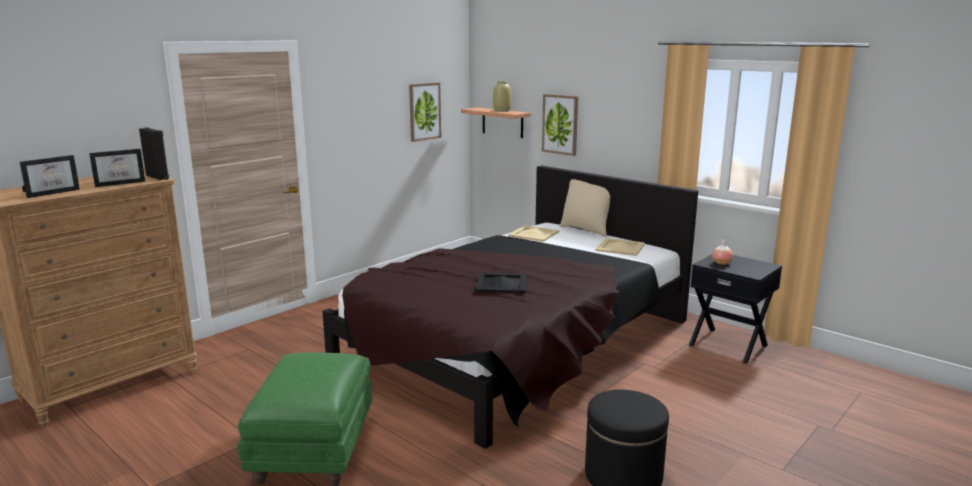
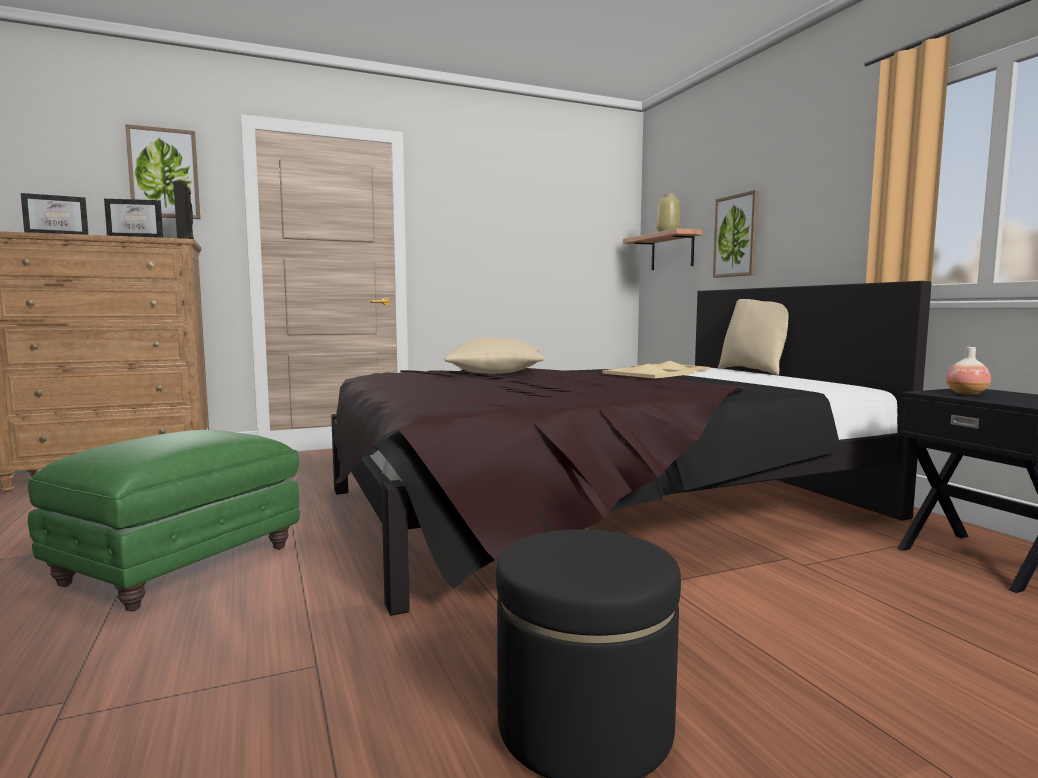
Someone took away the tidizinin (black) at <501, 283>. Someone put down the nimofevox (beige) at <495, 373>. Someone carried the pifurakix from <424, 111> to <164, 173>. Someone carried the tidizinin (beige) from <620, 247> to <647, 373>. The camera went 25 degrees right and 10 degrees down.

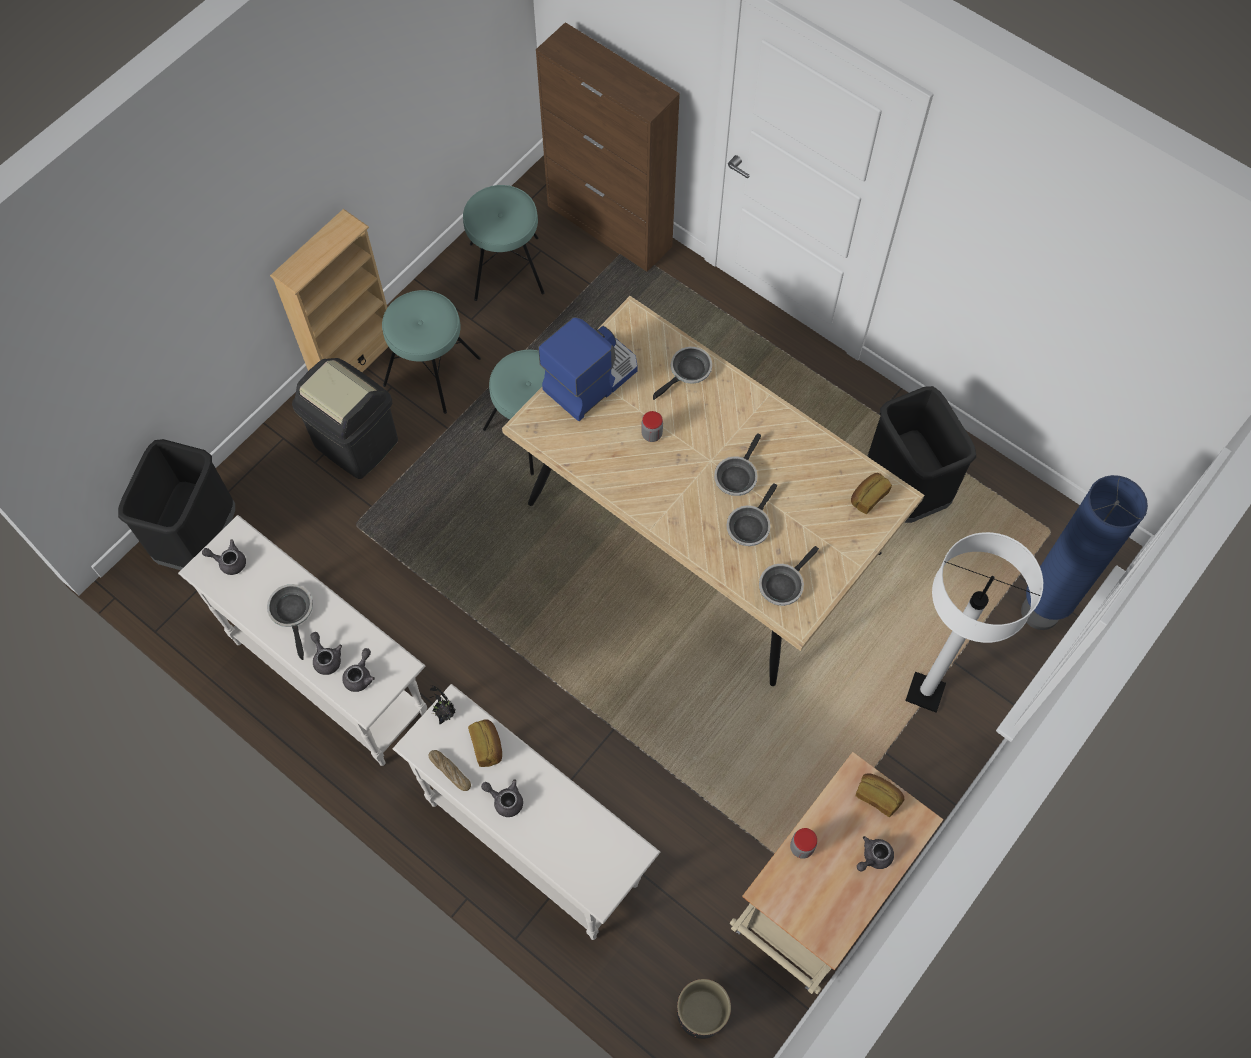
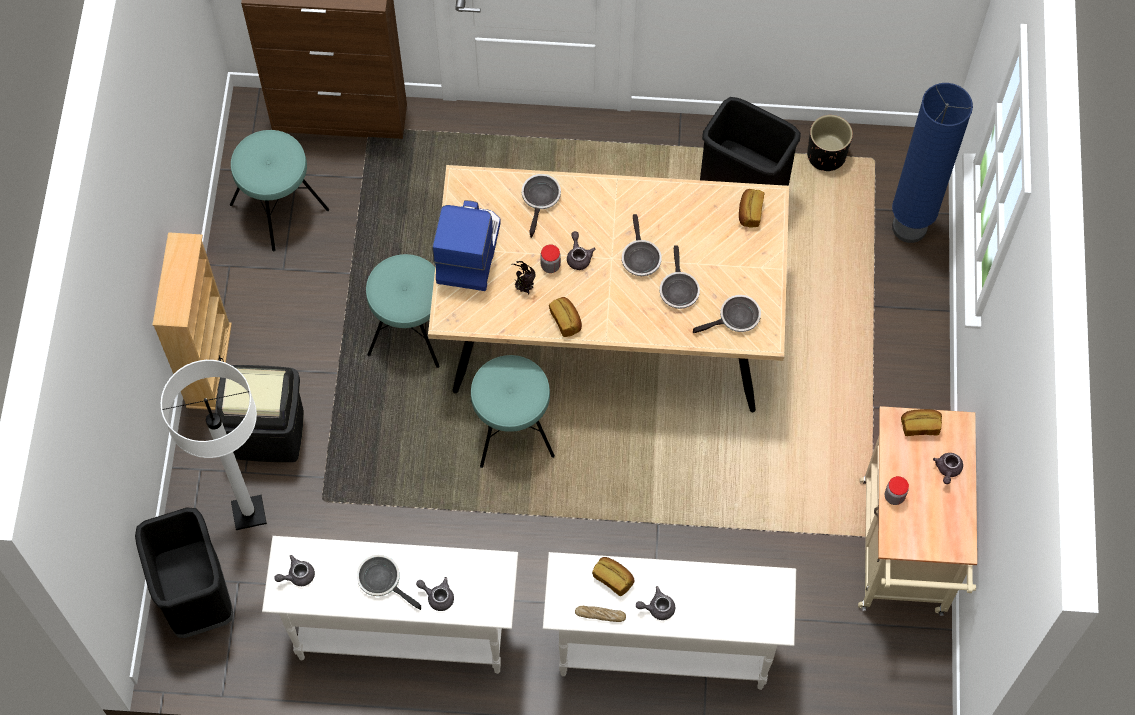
Someone put down the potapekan at <566, 320>. Someone carried the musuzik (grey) from <360, 675> to <578, 256>. Someone carried the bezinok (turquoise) from <432, 371> to <512, 428>. Someone carried the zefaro from <444, 712> to <523, 288>. Someone carried the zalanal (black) from <701, 1013> to <826, 155>. Someone carried the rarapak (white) from <925, 692> to <249, 513>. Someone rotated the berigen at <783, 584> by 120 degrees counterclockwise. The camera went 35 degrees left and 0 degrees up.

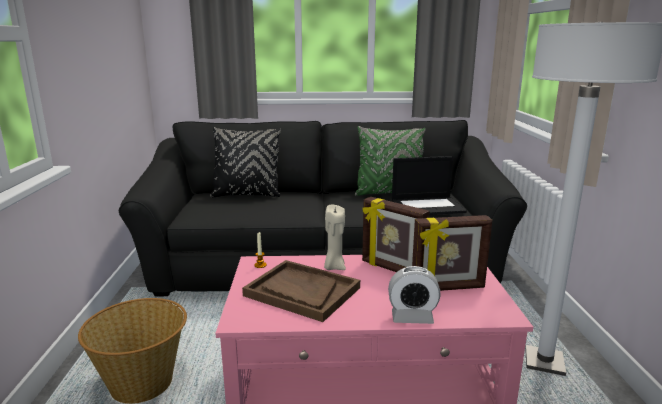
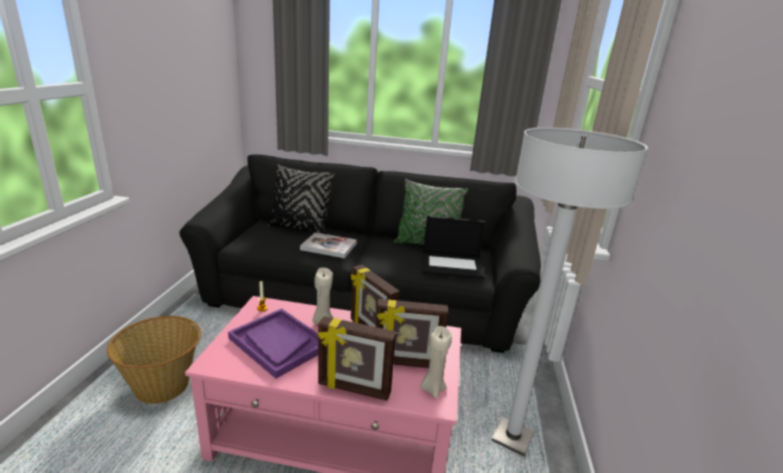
Someone put down the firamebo at <329, 247>. Someone put down the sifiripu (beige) at <432, 388>. Someone swapped the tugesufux at <412, 318> for the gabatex at <353, 389>. Someone repainted the tidizinin (brown) at <302, 292>, which became the tidizinin (purple) at <278, 343>. The camera went 10 degrees right and 5 degrees up.

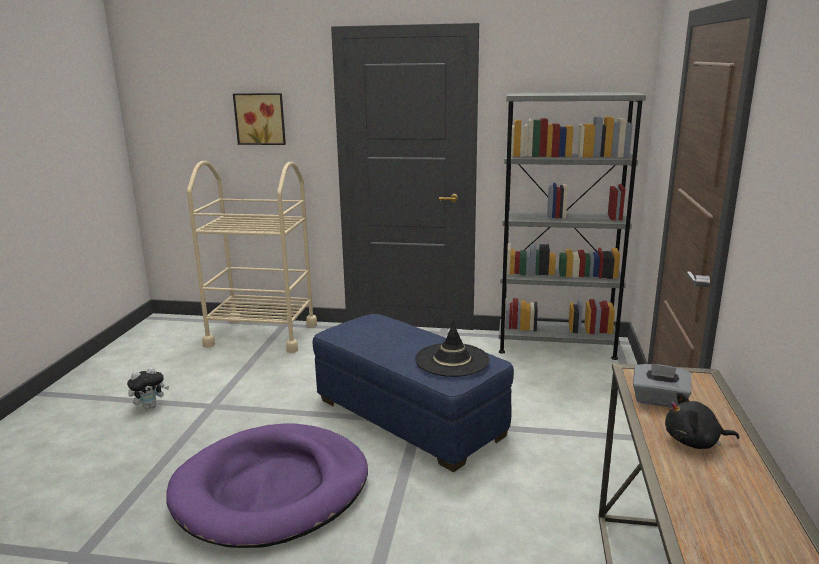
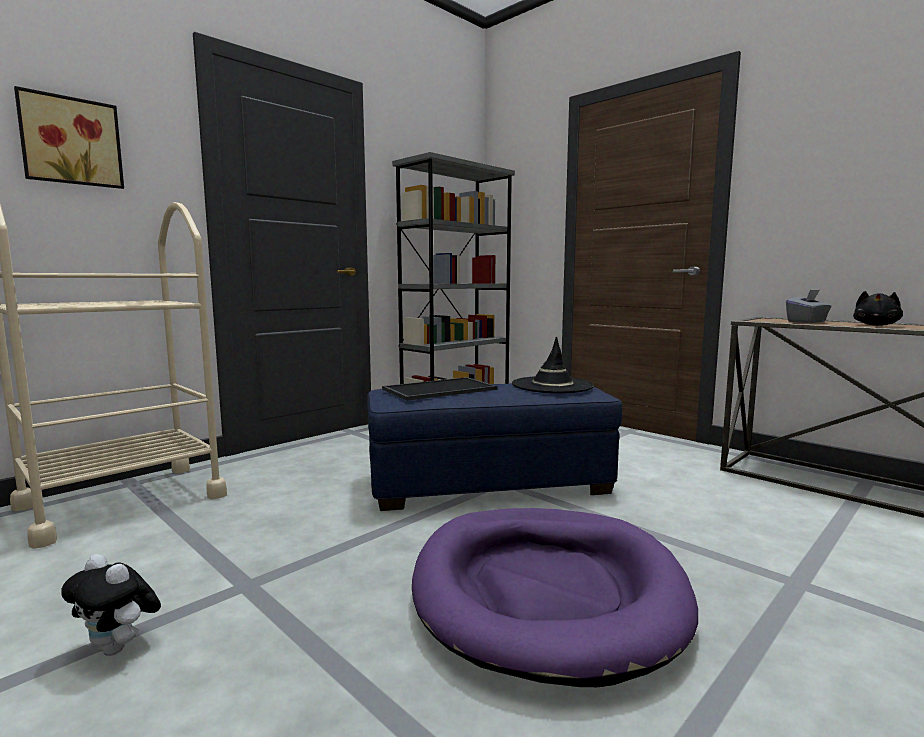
Someone put down the tidizinin at <439, 390>. Someone rotated the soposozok at <150, 406> by 120 degrees clockwise. The camera went 55 degrees left and 10 degrees down.

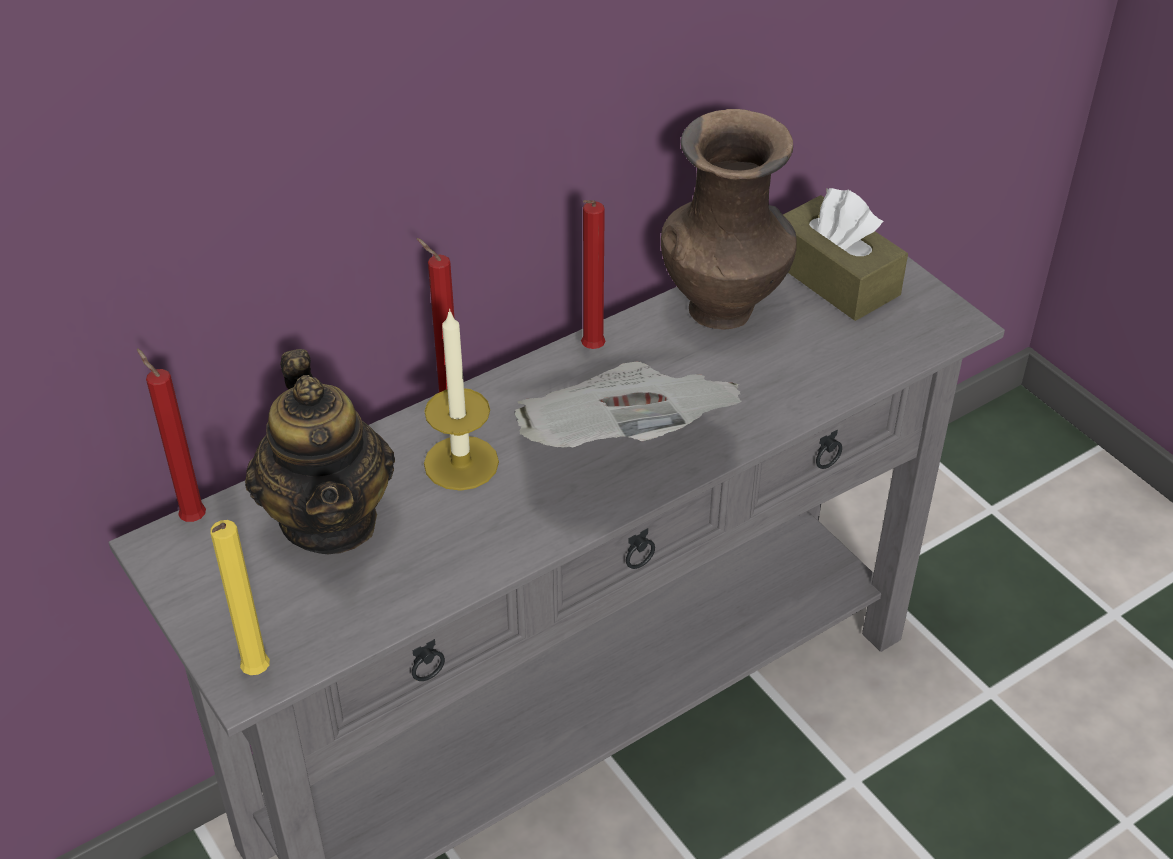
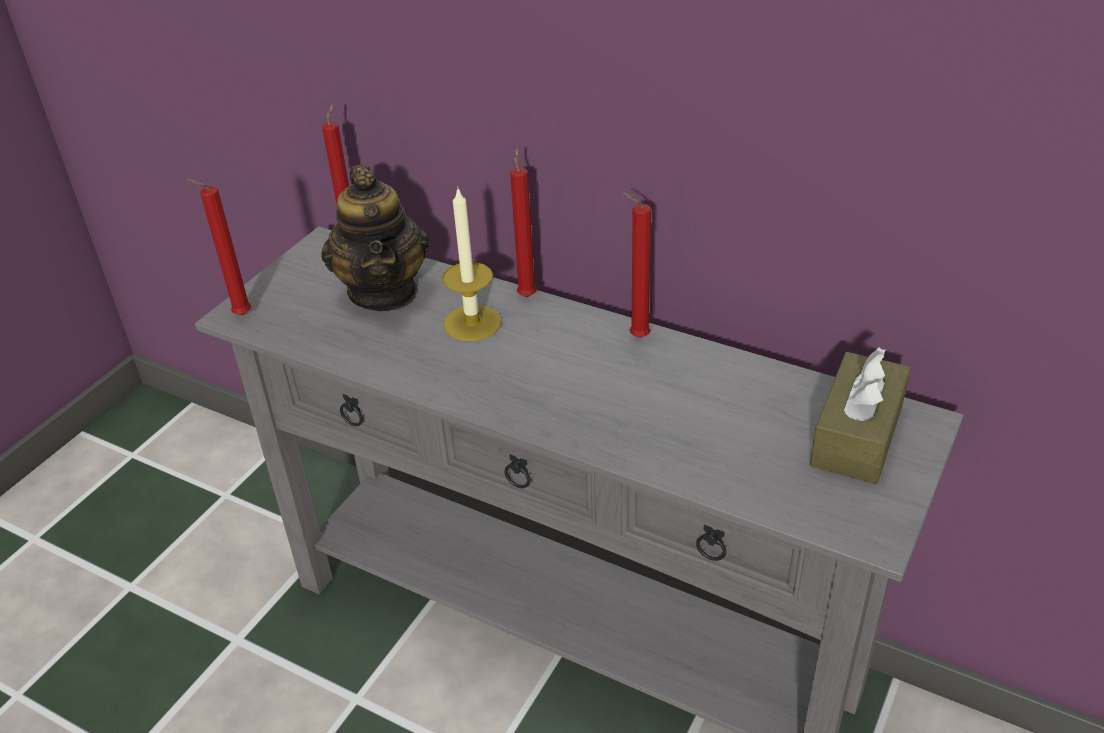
Someone took away the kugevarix at <623, 446>. Someone took away the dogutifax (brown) at <724, 307>. Someone repainted the sifiripu (yellow) at <255, 675>, which became the sifiripu (red) at <239, 315>. Someone rotated the musuzik at <330, 519> by 60 degrees counterclockwise. The camera went 65 degrees right and 5 degrees down.

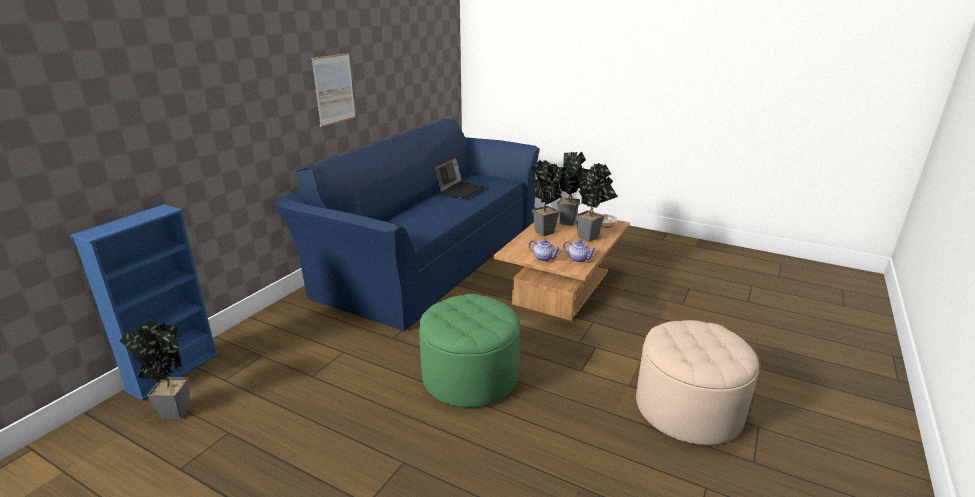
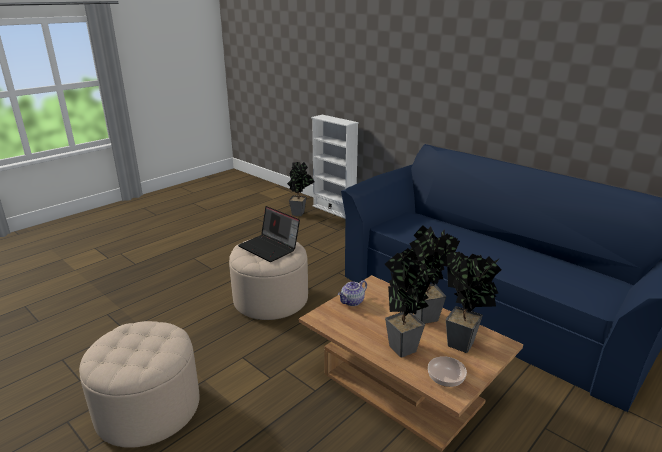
Someone took away the pifurakix at <334, 89>. Someone took away the musuzik at <579, 259>. Someone carried the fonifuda from <460, 190> to <270, 247>. Someone repainted the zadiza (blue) at <174, 372>, which became the zadiza (white) at <334, 210>. Someone repainted the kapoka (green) at <470, 377>, which became the kapoka (beige) at <271, 299>. The camera went 105 degrees right and 0 degrees up.

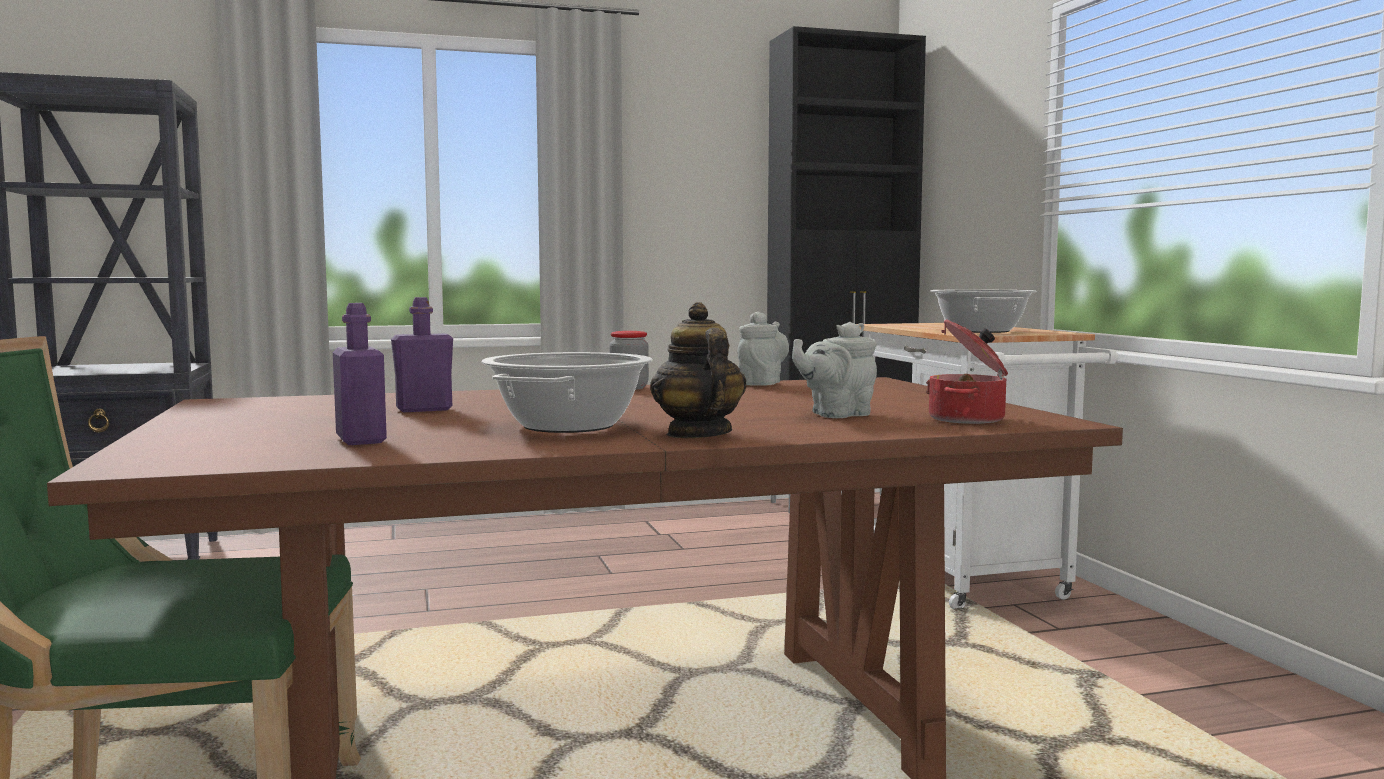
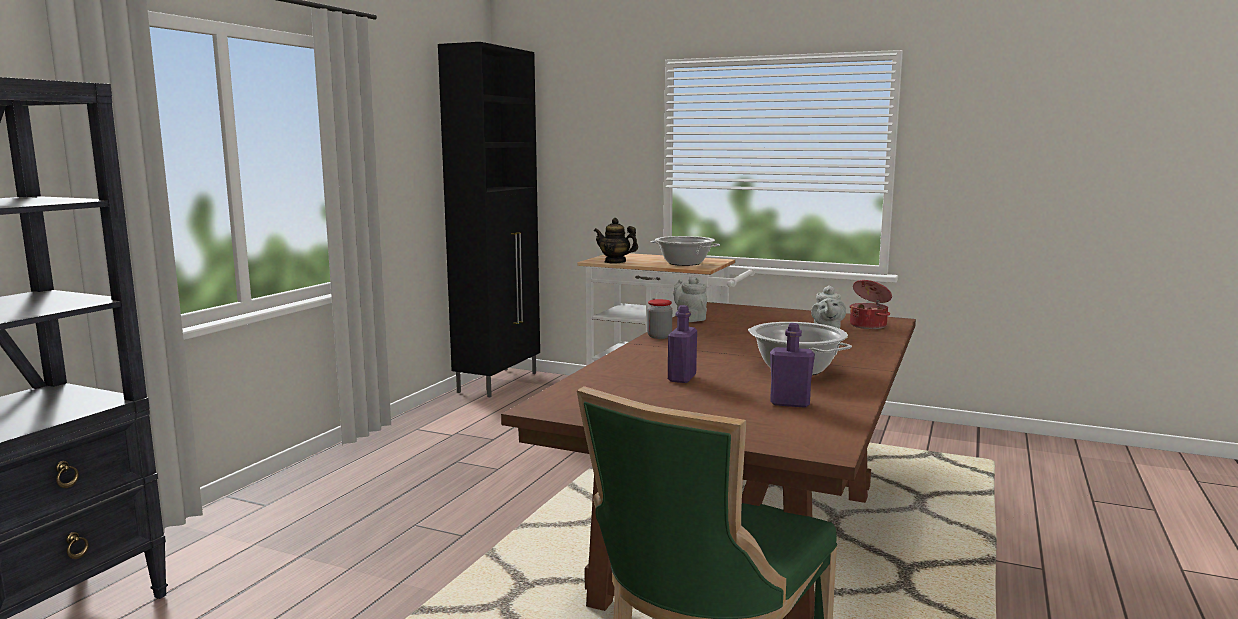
Someone carried the musuzik from <698, 434> to <615, 262>. The camera went 50 degrees left and 5 degrees up.

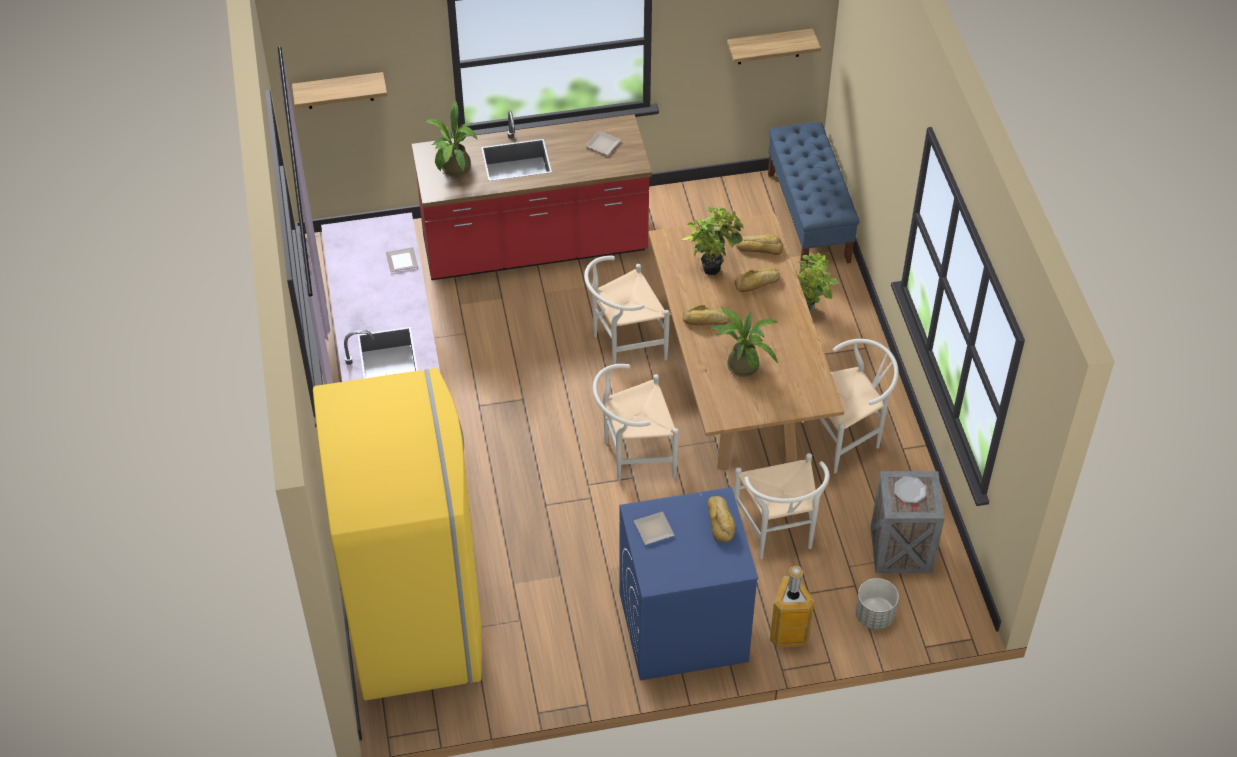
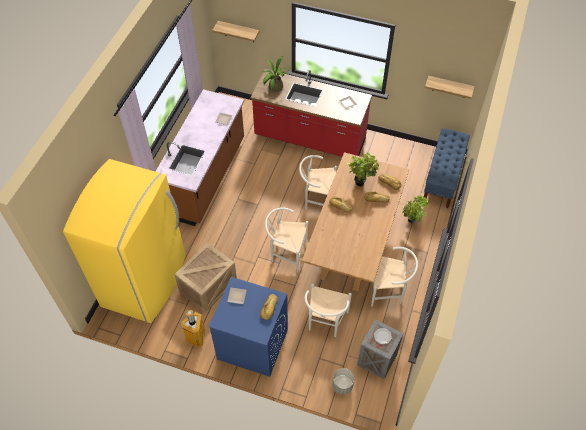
Someone took away the zefaro at <741, 363>. Someone put down the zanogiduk at <208, 285>. Someone carried the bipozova from <788, 632> to <197, 337>. The camera went 30 degrees right and 5 degrees up.

